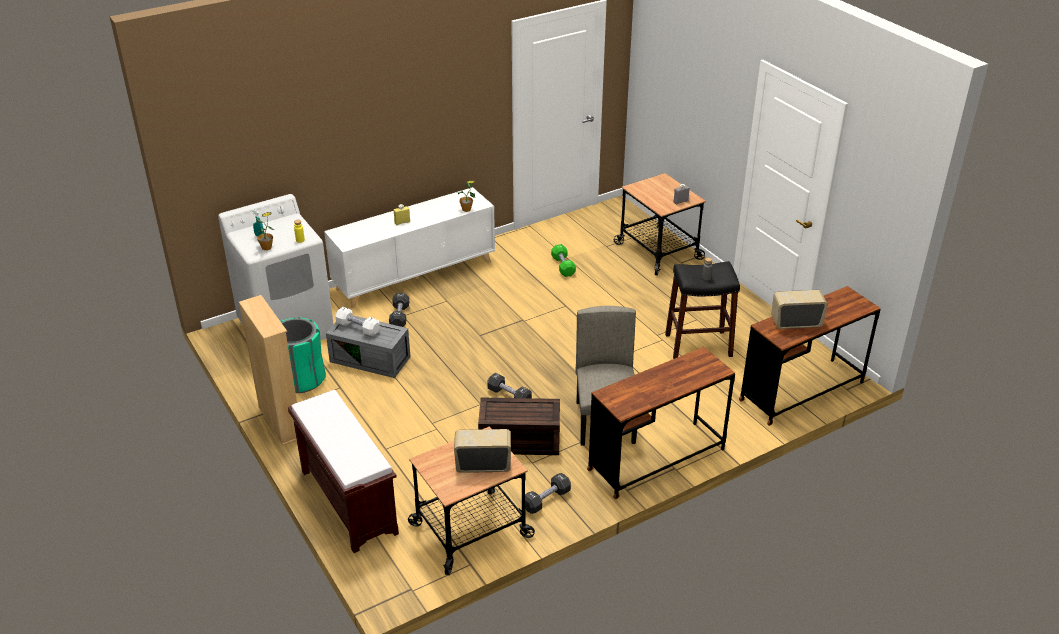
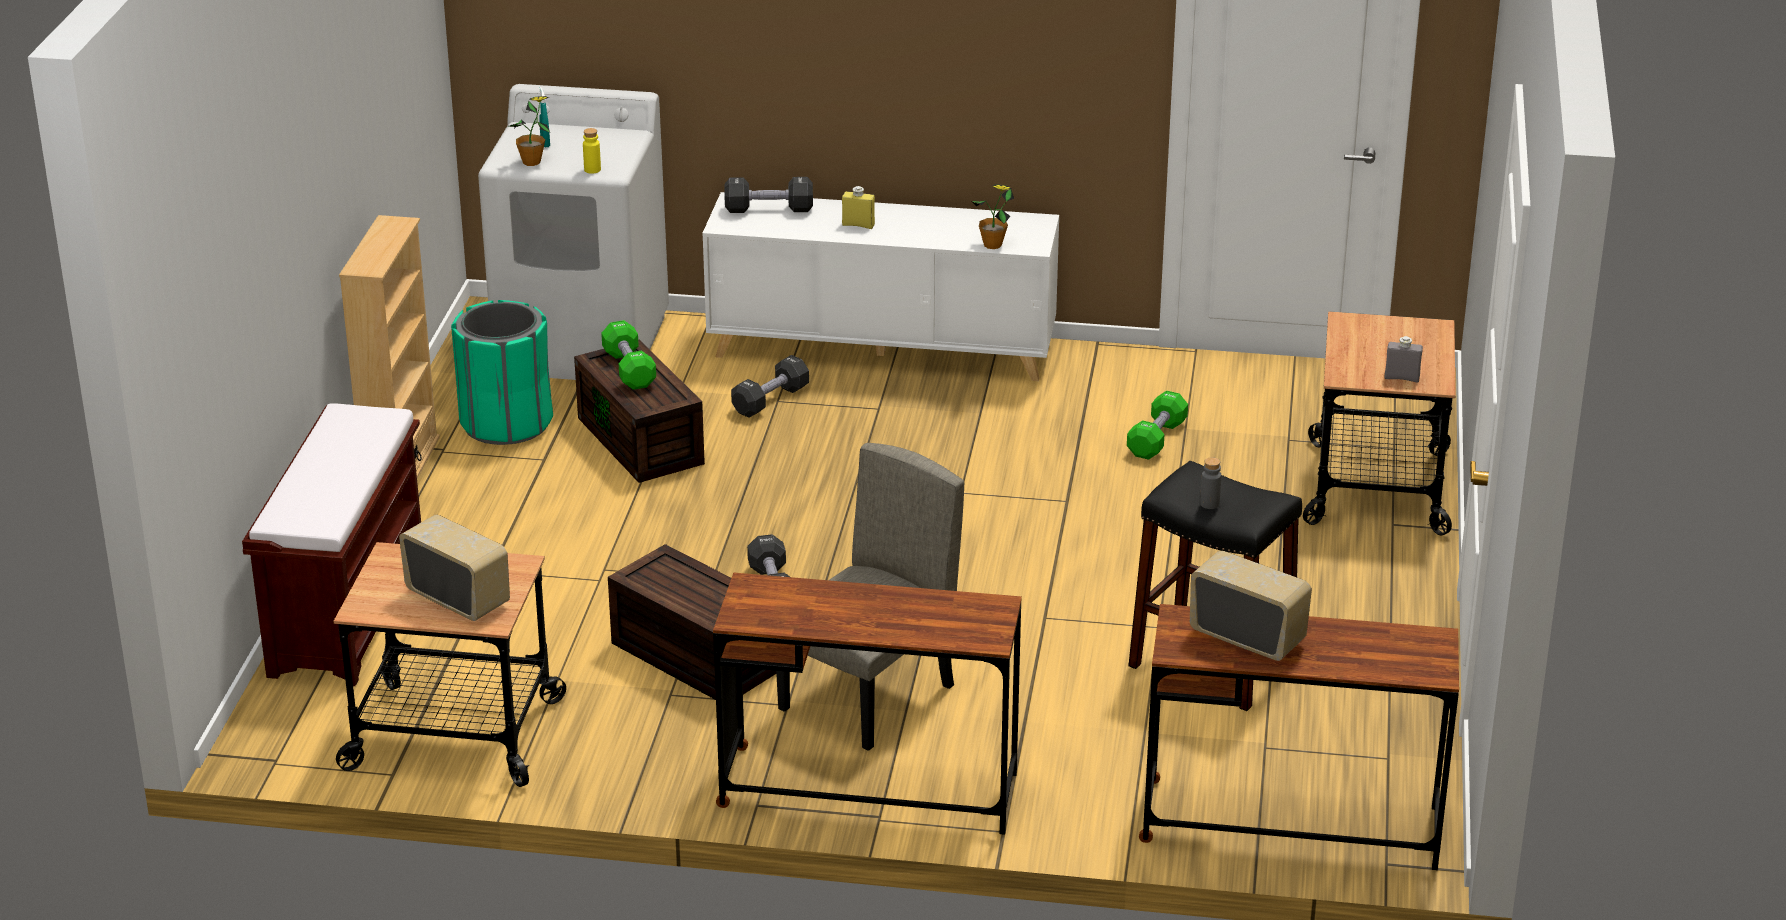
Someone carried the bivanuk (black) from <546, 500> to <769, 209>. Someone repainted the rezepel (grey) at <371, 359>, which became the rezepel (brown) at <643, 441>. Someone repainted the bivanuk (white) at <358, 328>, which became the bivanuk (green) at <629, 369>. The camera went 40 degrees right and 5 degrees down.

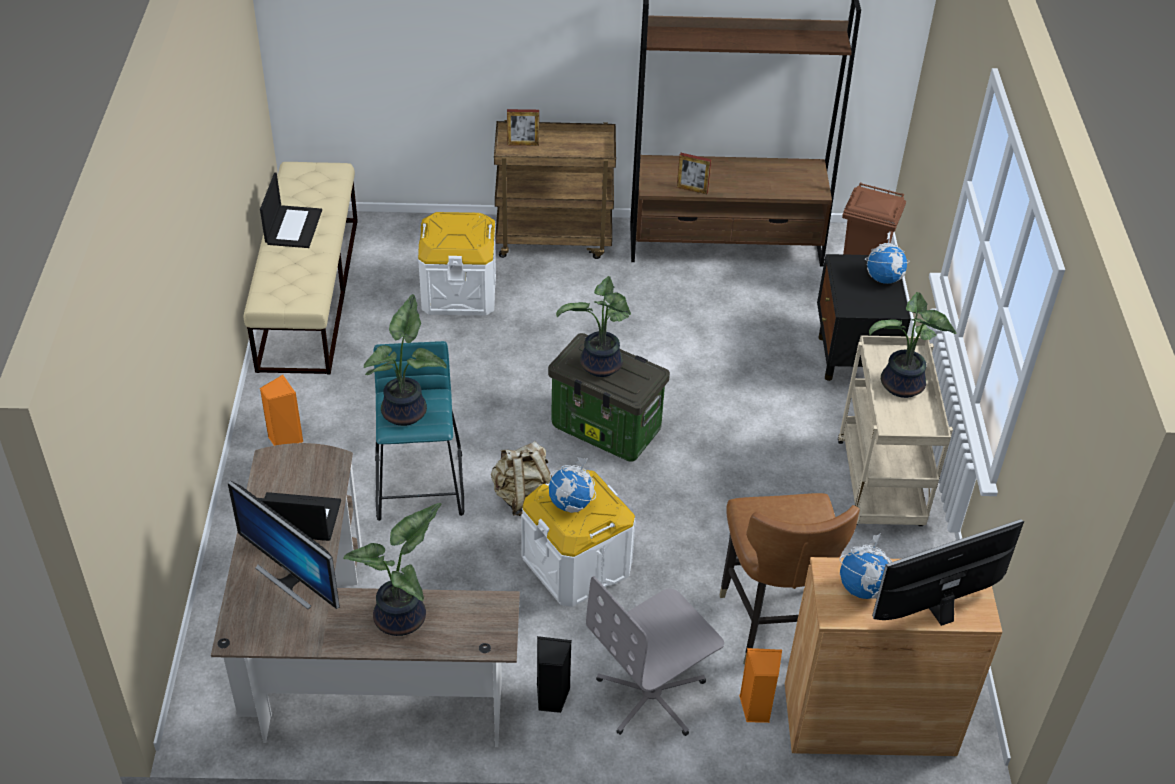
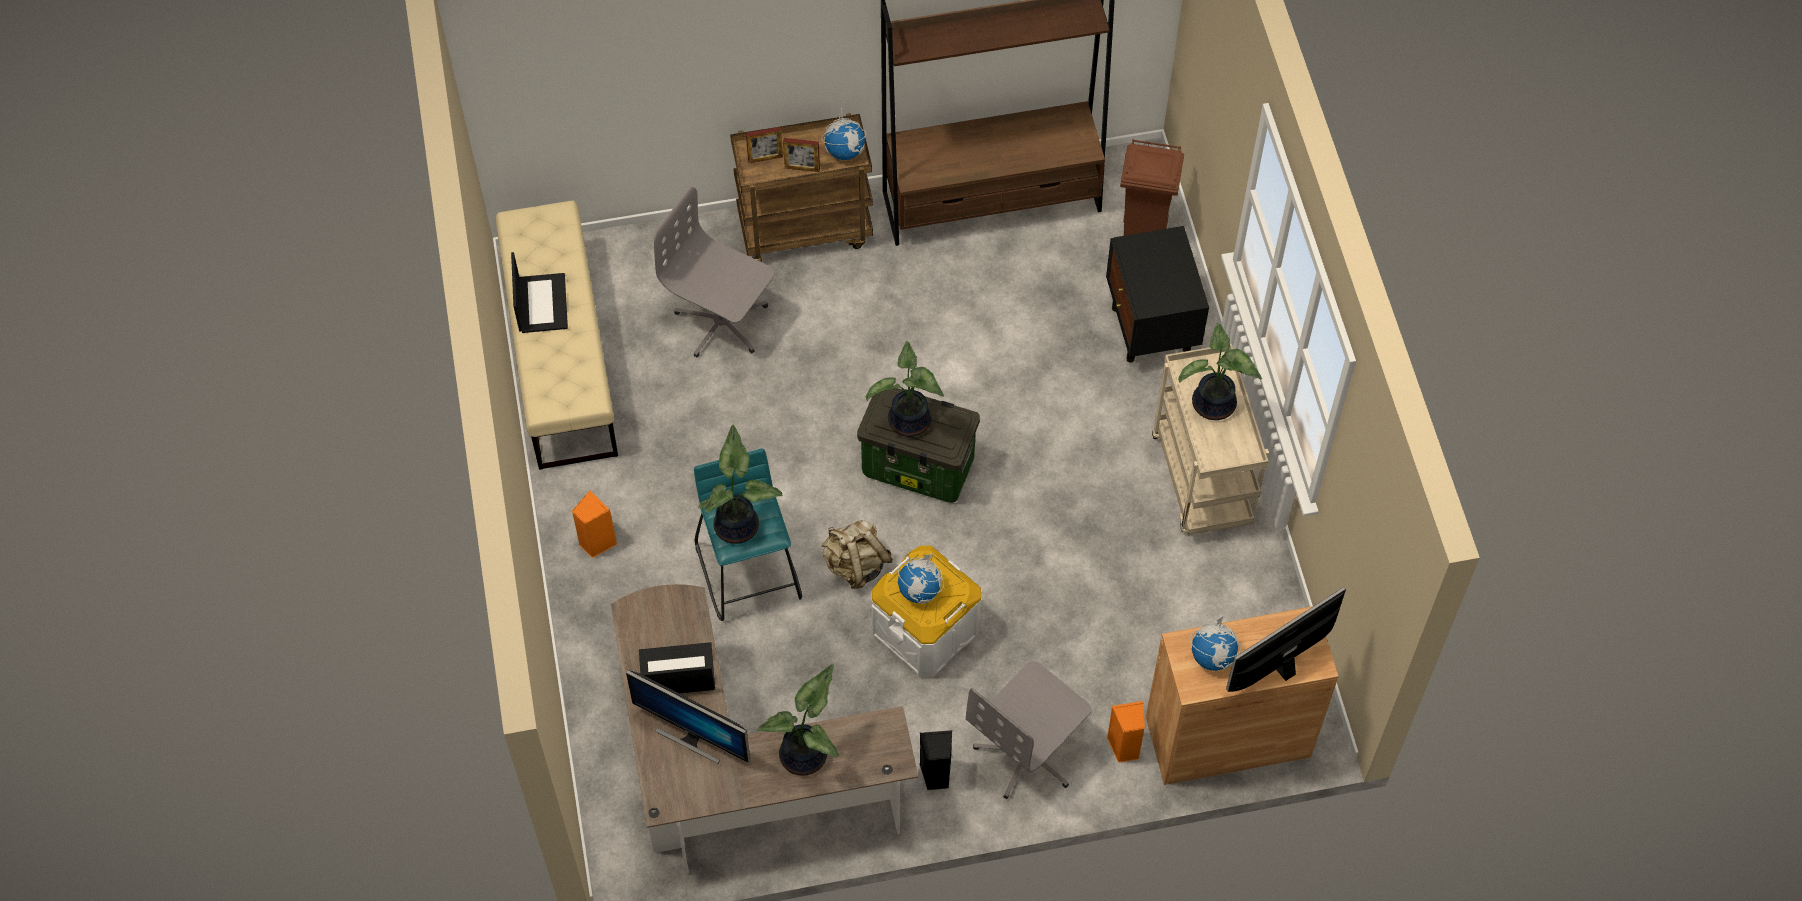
Someone took away the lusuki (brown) at <771, 623>. Someone carried the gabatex from <692, 189> to <802, 168>. Someone carried the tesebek from <884, 278> to <845, 151>. Someone swapped the rezepel (white) at <459, 292> for the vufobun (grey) at <722, 322>. The camera went 10 degrees left and 15 degrees up.

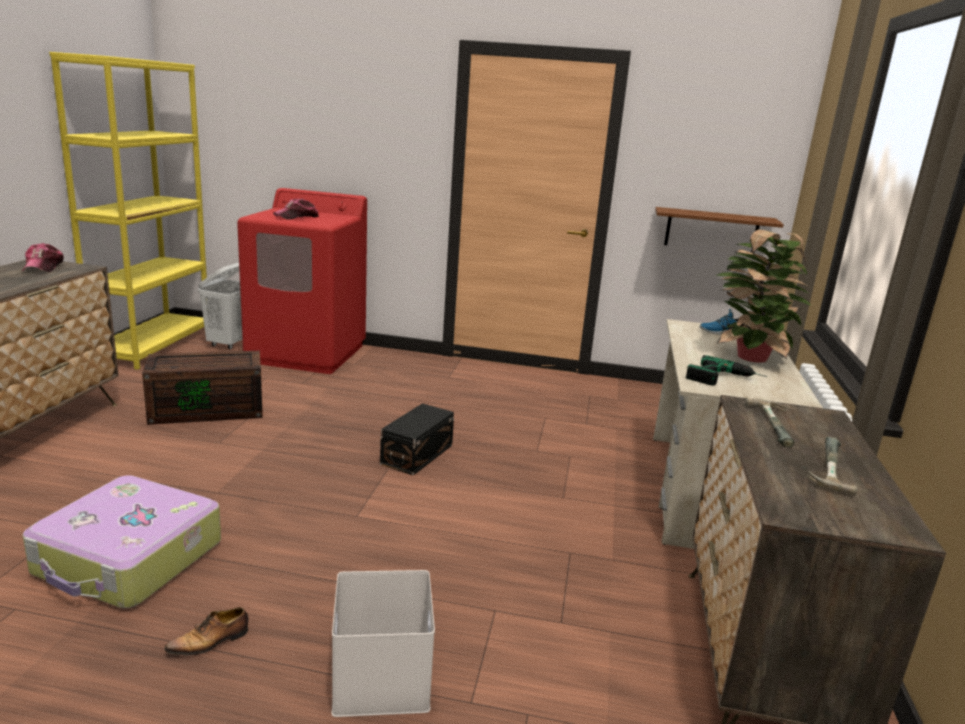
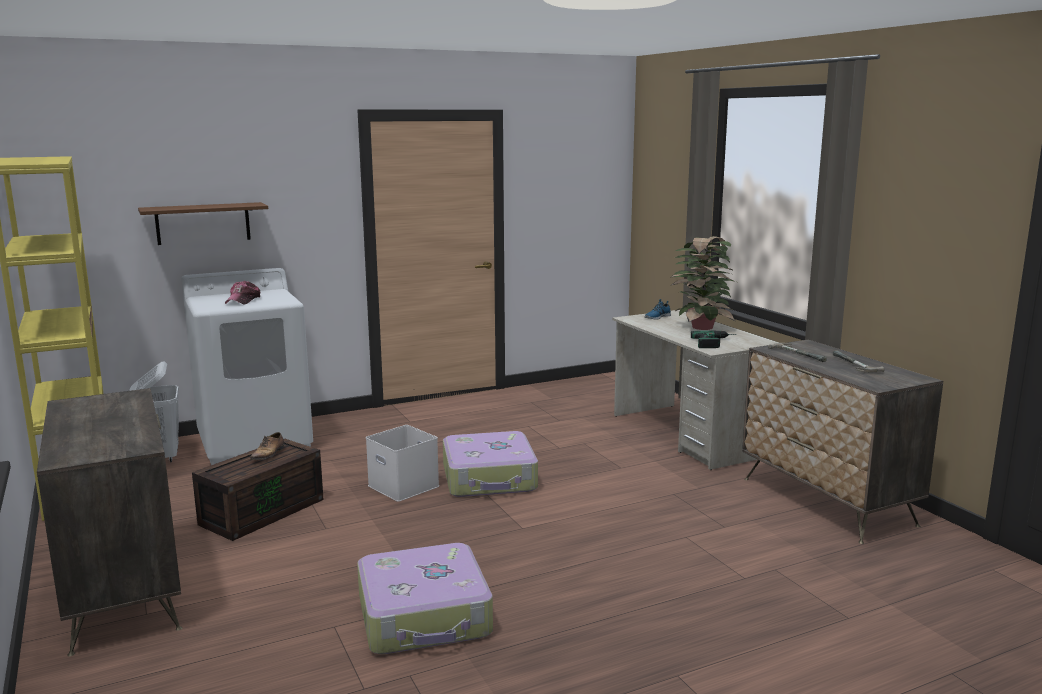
Someone took away the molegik at <43, 267>. Someone carried the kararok from <210, 642> to <268, 454>. Someone carried the rezepel (white) from <383, 679> to <405, 486>. Someone carried the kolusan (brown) from <711, 231> to <203, 223>. Someone swapped the rezepel (black) at <418, 454> for the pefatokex at <490, 478>. Someone repainted the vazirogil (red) at <307, 353>, which became the vazirogil (white) at <255, 442>. The camera went 35 degrees left and 5 degrees down.

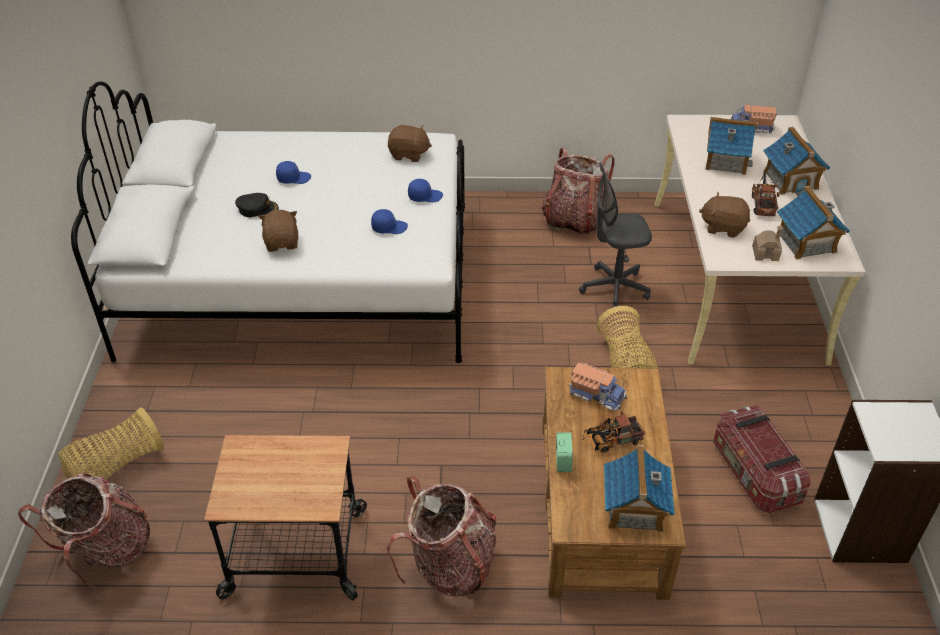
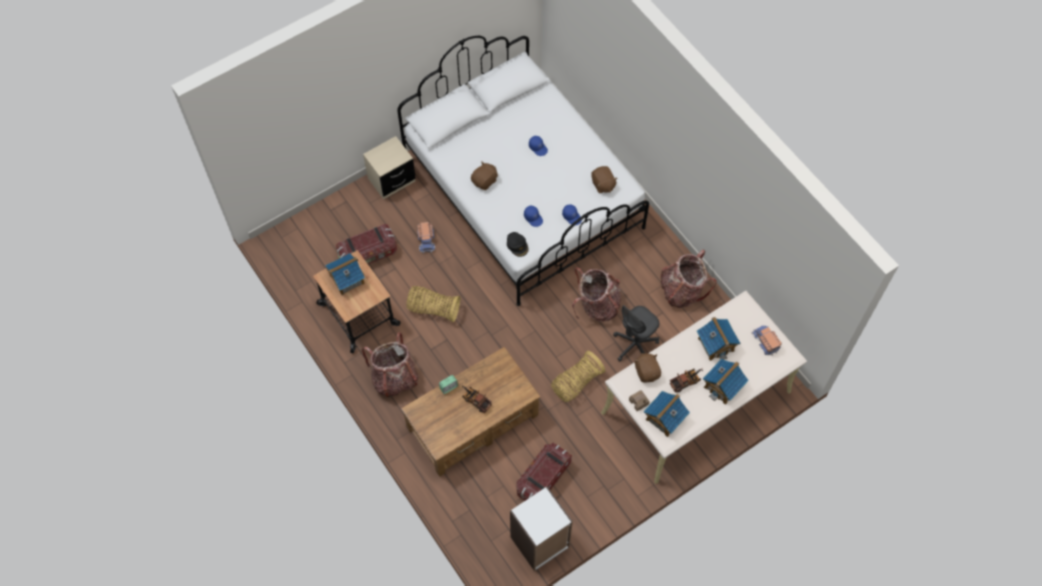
Someone put down the rezepel at <368, 254>. Someone put down the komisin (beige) at <391, 180>. Someone carried the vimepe from <106, 550> to <597, 305>. Someone carried the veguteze from <115, 466> to <433, 309>. Someone carried the molegik (black) from <257, 208> to <517, 245>. Someone carried the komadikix from <596, 394> to <426, 240>. Someone carried the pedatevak from <634, 509> to <346, 279>. Someone rotated the vufobun (grey) at <614, 289> by 90 degrees counterclockwise. The camera went 55 degrees right and 20 degrees up.

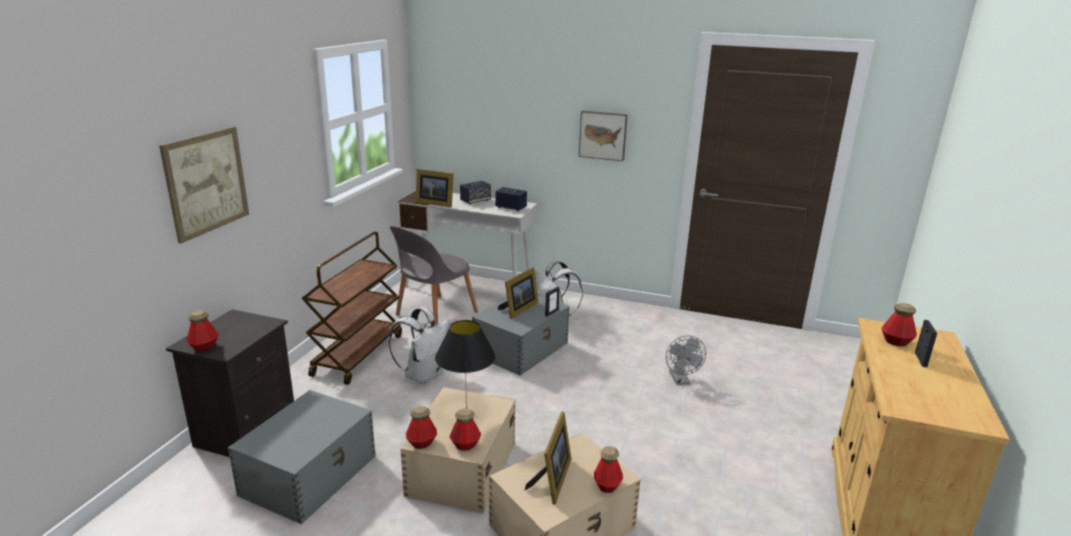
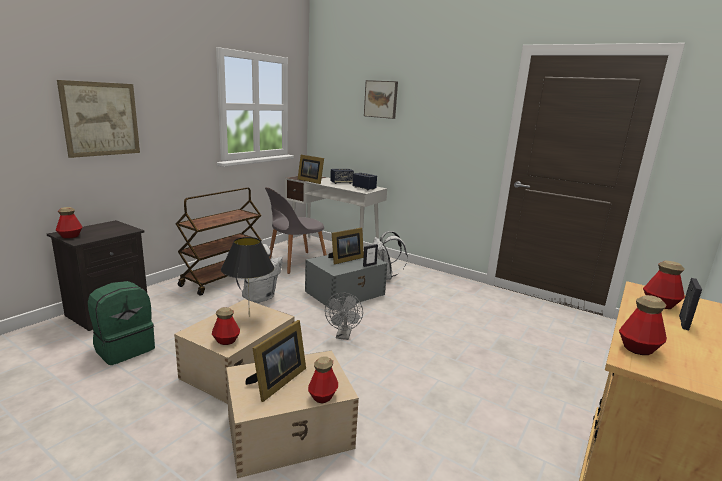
Someone carried the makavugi from <421, 443> to <638, 349>. Someone carried the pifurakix from <603, 135> to <381, 99>. Someone carried the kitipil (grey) from <681, 380> to <343, 336>. Someone swapped the rezepel (grey) at <310, 474> for the vimepe (green) at <124, 348>. The camera went 15 degrees right and 5 degrees down.

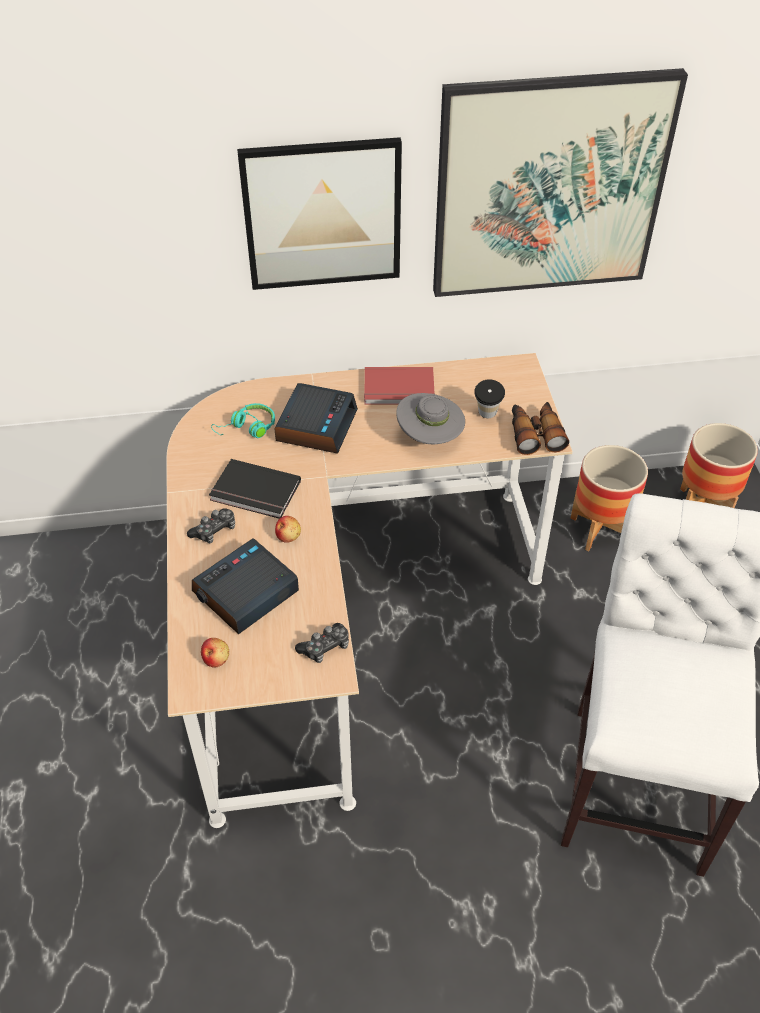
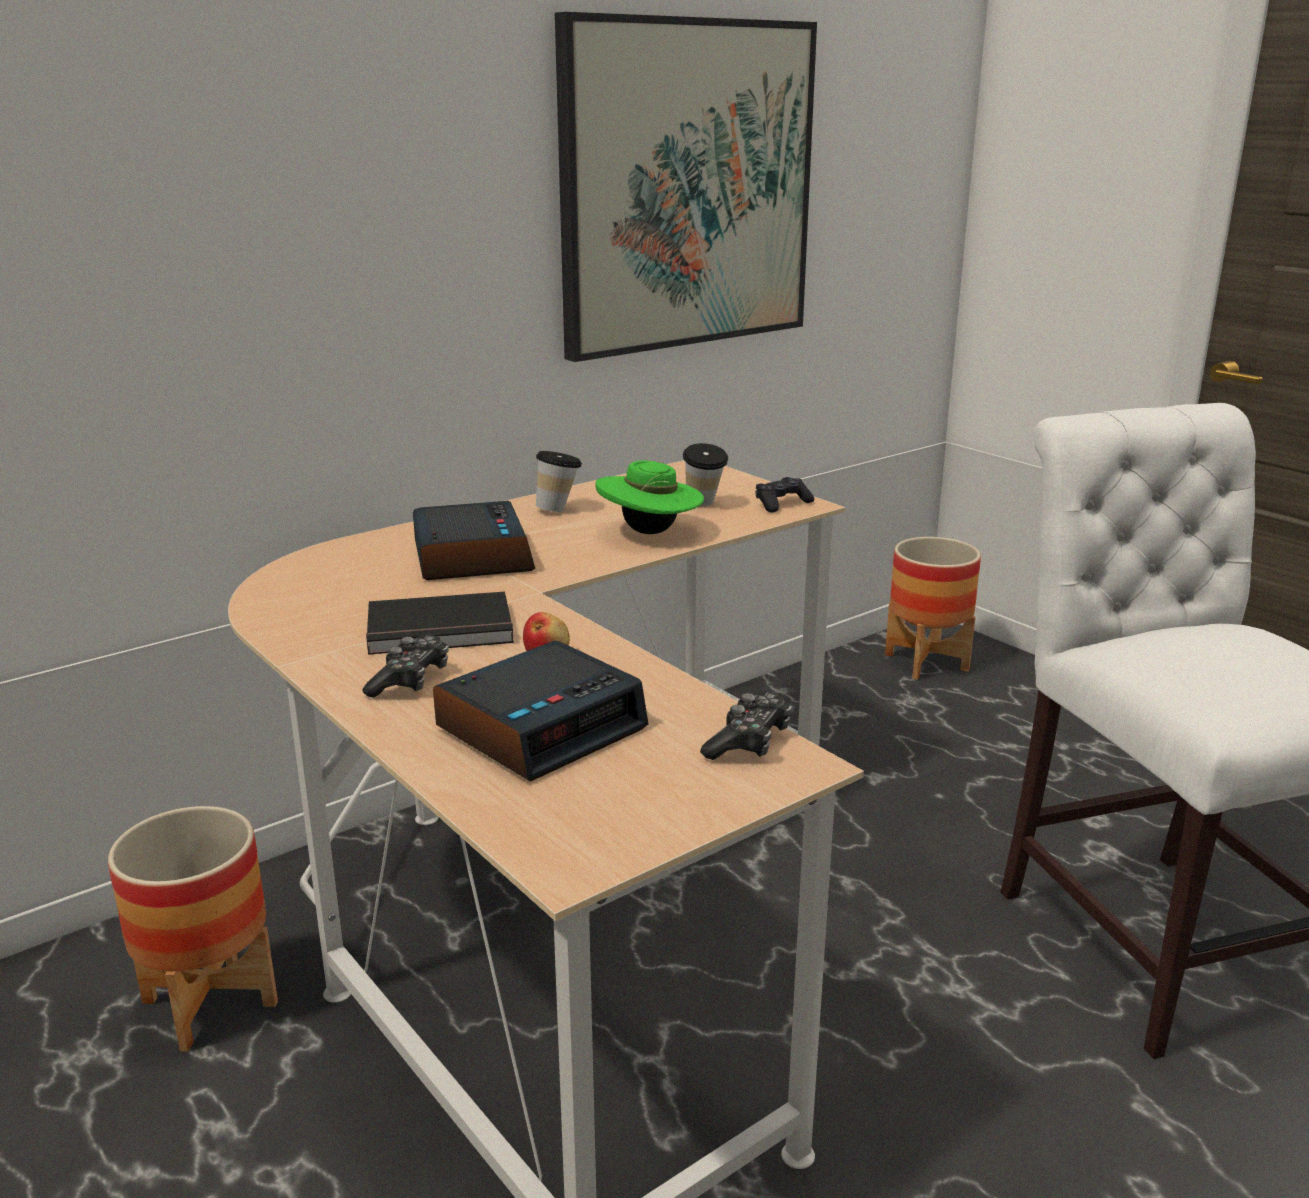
Someone took away the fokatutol at <216, 658>. Someone took away the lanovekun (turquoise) at <247, 428>. Someone took away the pifurakix at <322, 214>. Someone carried the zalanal from <600, 530> to <211, 1002>. Someone swapped the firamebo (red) at <399, 390> for the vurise at <559, 509>. Someone swapped the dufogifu at <535, 433> for the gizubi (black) at <782, 504>. Someone repainted the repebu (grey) at <430, 437>, which became the repebu (green) at <650, 533>. Someone rotated the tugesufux at <245, 593> by 150 degrees counterclockwise. The camera went 30 degrees left and 25 degrees down.

